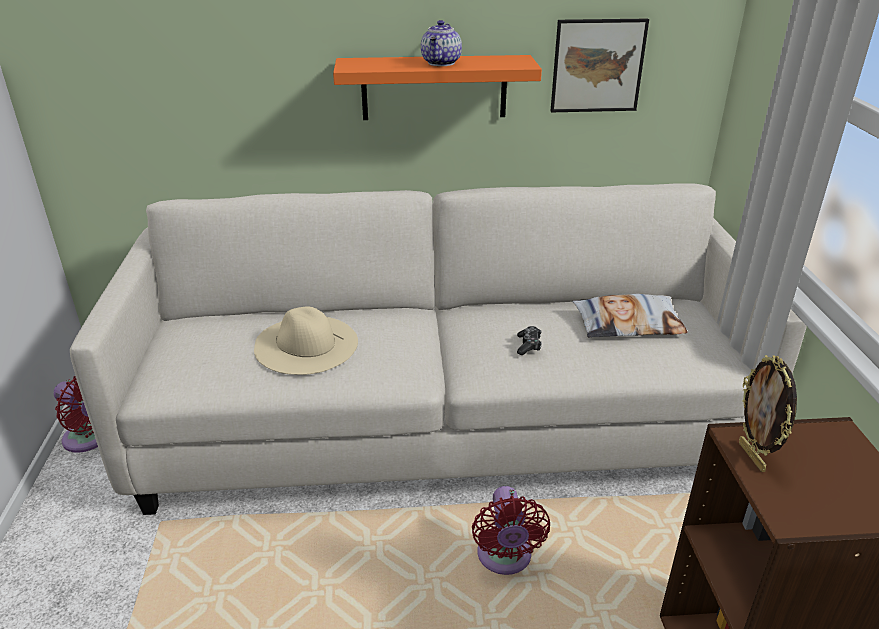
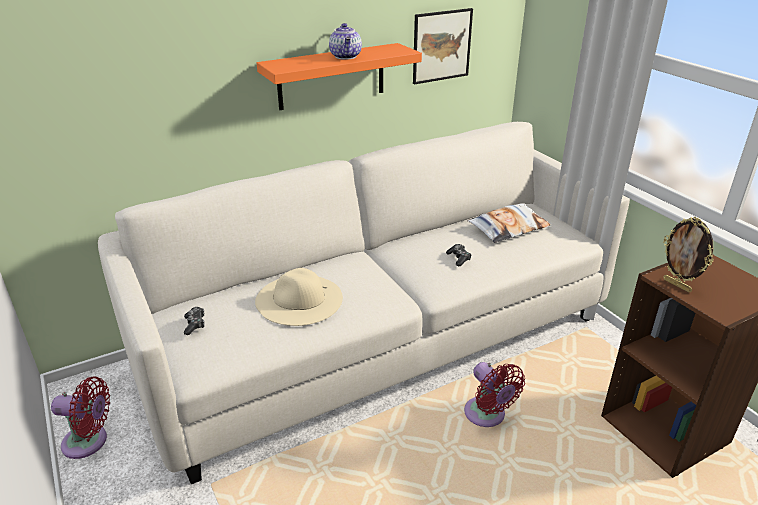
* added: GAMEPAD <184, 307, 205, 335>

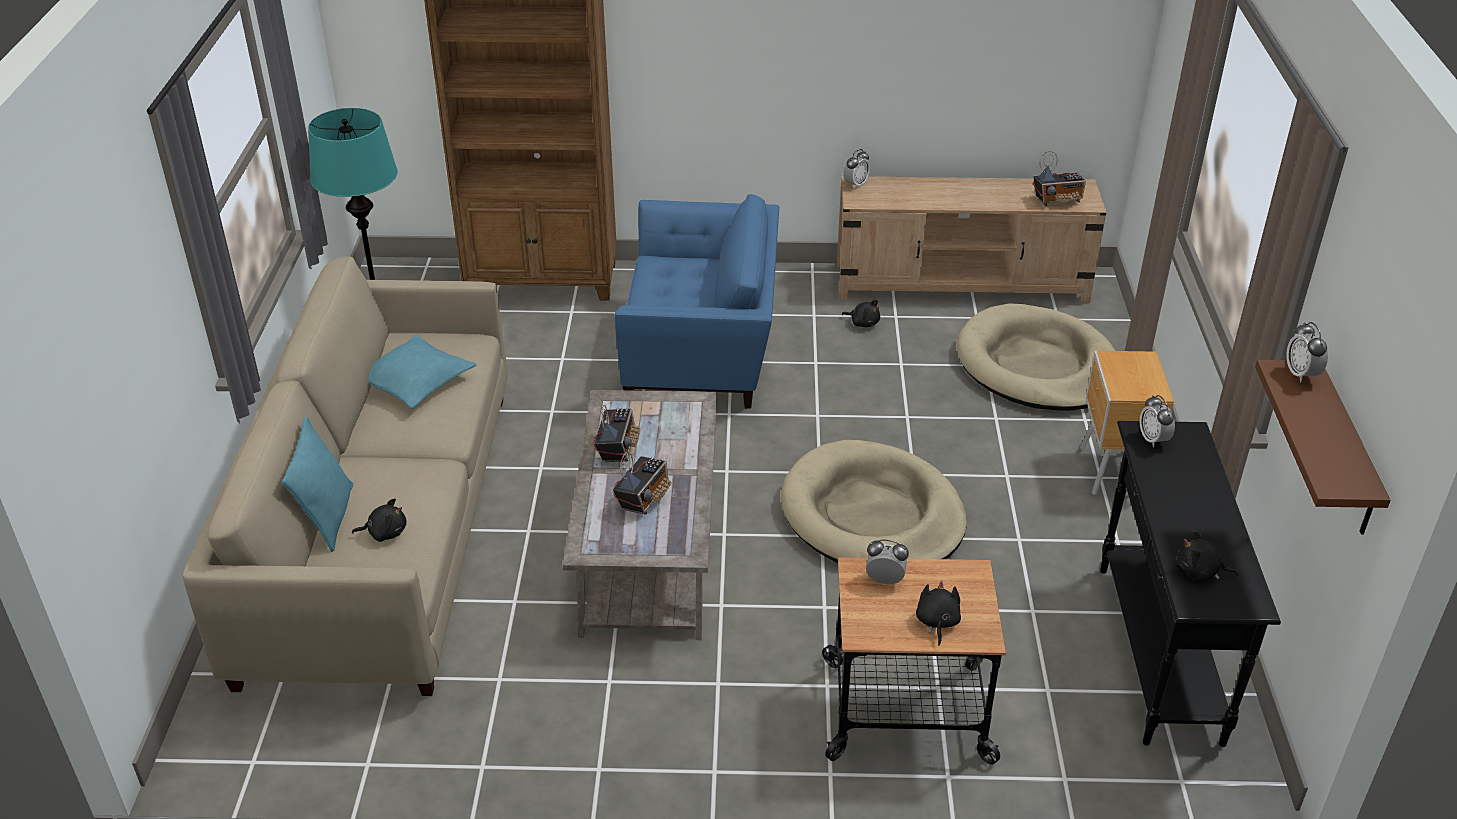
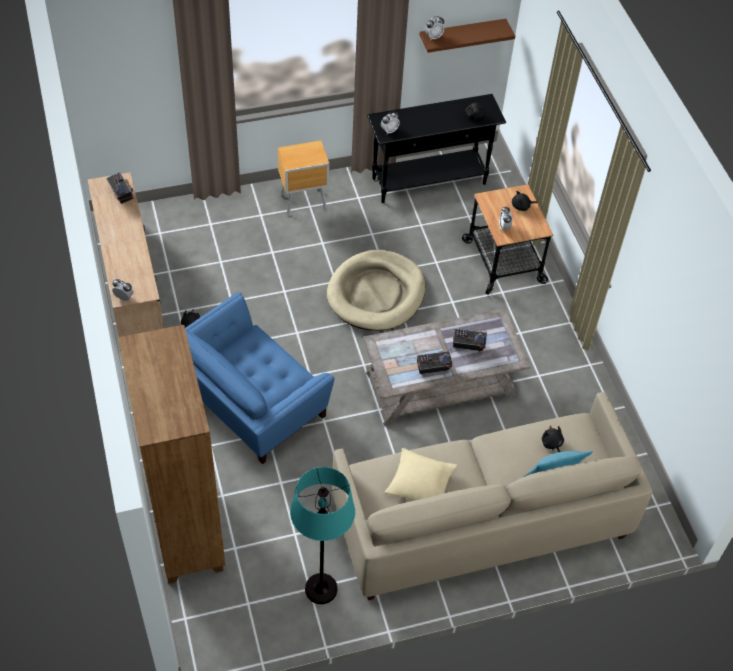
* recoloured: TURQUOISE CUSHION <368, 334, 476, 409> to SAND-COLOURED CUSHION <385, 448, 457, 500>
* turned: BLUE-COLOURED ARMCHAIR <615, 194, 779, 409> = <185, 292, 335, 464> 120 degrees counterclockwise
* removed: SAND-COLOURED DOG BED <957, 303, 1115, 411>

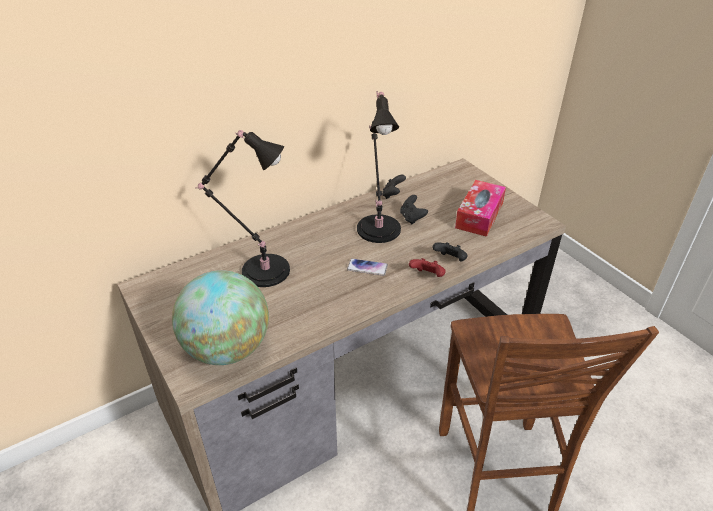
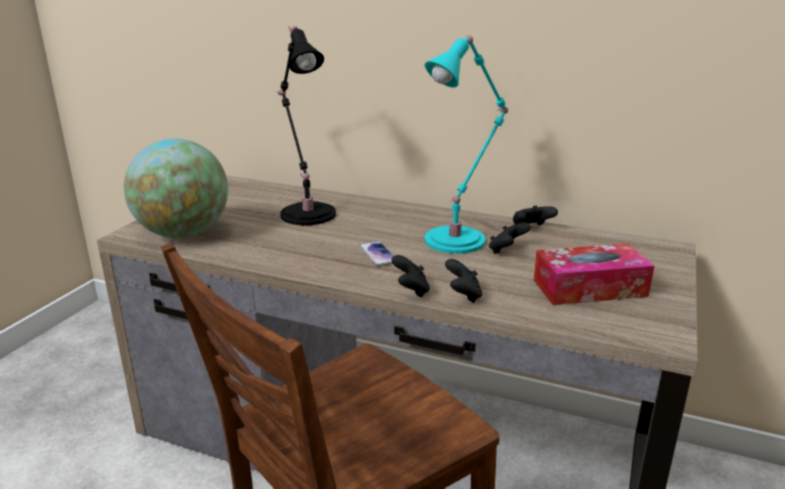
* recoloured: BLACKISH TABLETOP LAMP <357, 91, 401, 243> to TURQUOISE TABLETOP LAMP <425, 35, 508, 254>
* recoloured: REDDISH GAMEPAD <409, 258, 446, 277> to BLACKISH GAMEPAD <391, 255, 430, 297>

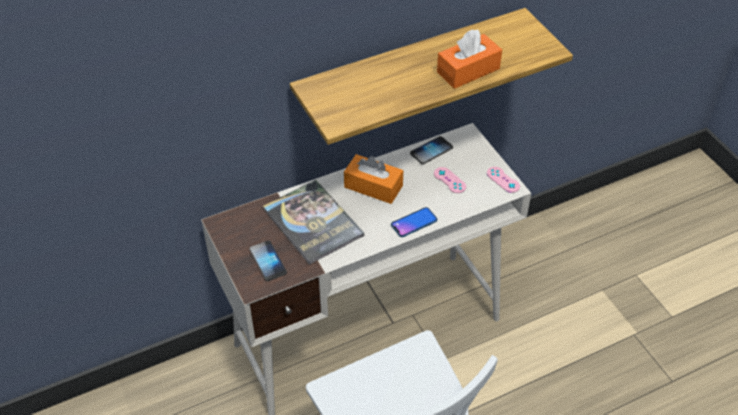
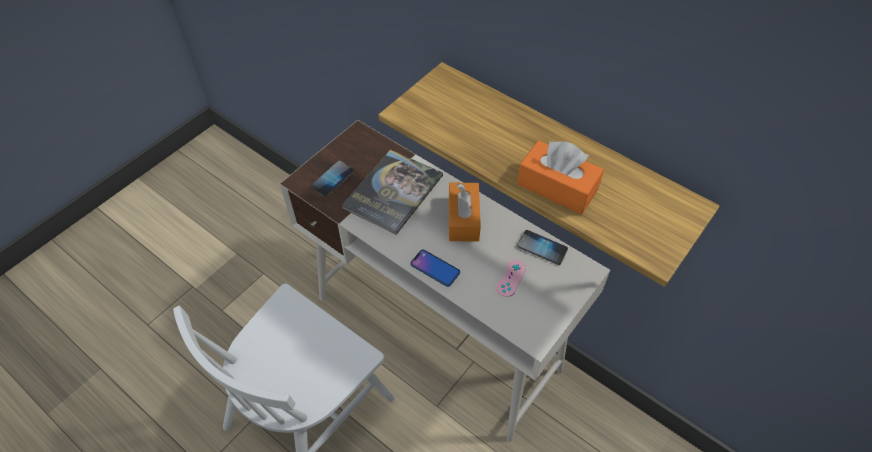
* removed: PINK GAMEPAD <487, 167, 520, 193>

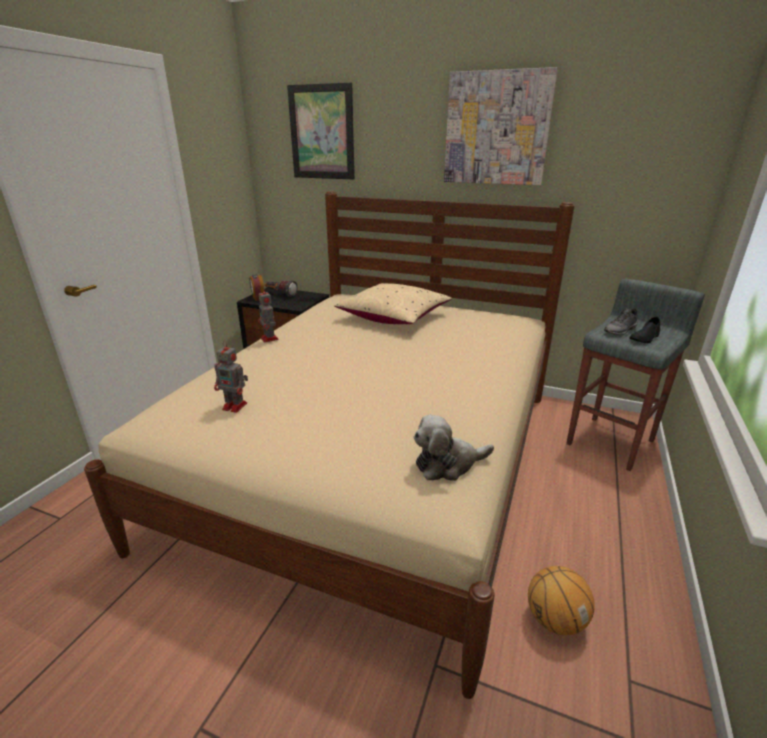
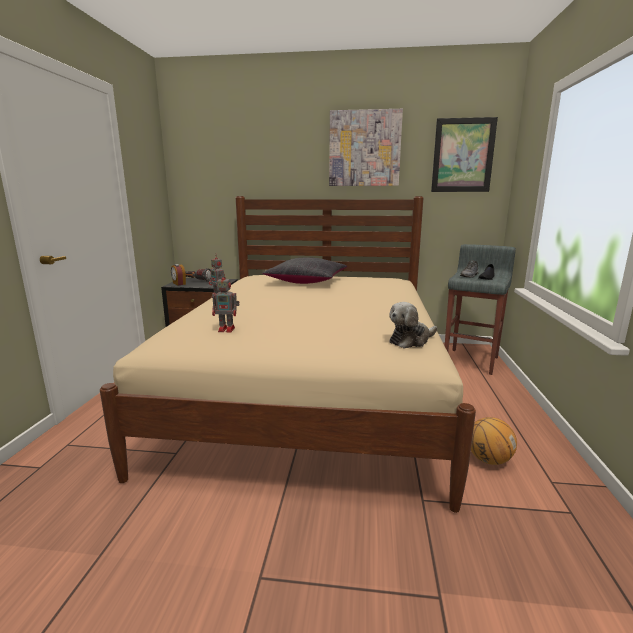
* moved: WALL ART <287, 83, 355, 180> to <431, 117, 498, 192>
* recoloured: SAND-COLOURED CUSHION <334, 283, 452, 324> to BLACKISH CUSHION <262, 257, 347, 284>

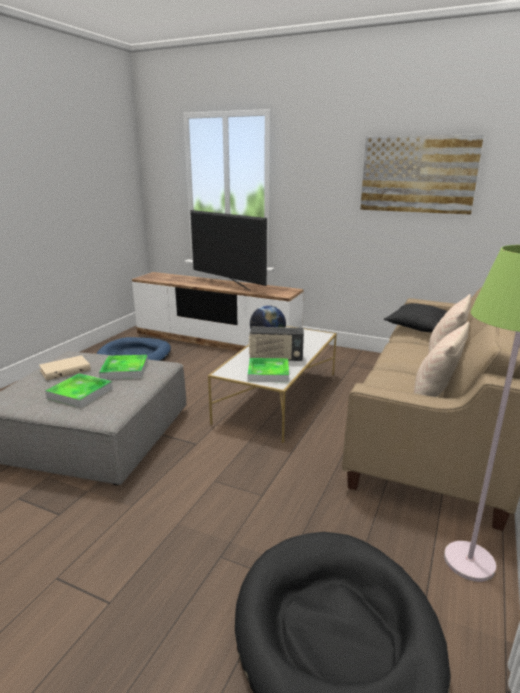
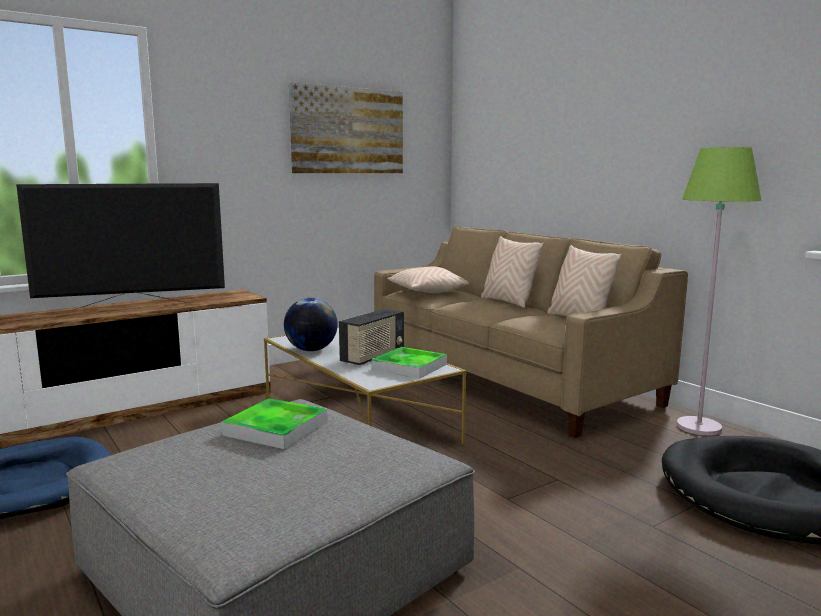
* removed: SAND-COLOURED BOOK <39, 355, 91, 381>
* removed: TRAY <45, 373, 113, 408>
* recoloured: BLACKISH CUSHION <384, 303, 447, 332> to SAND-COLOURED CUSHION <387, 267, 469, 293>

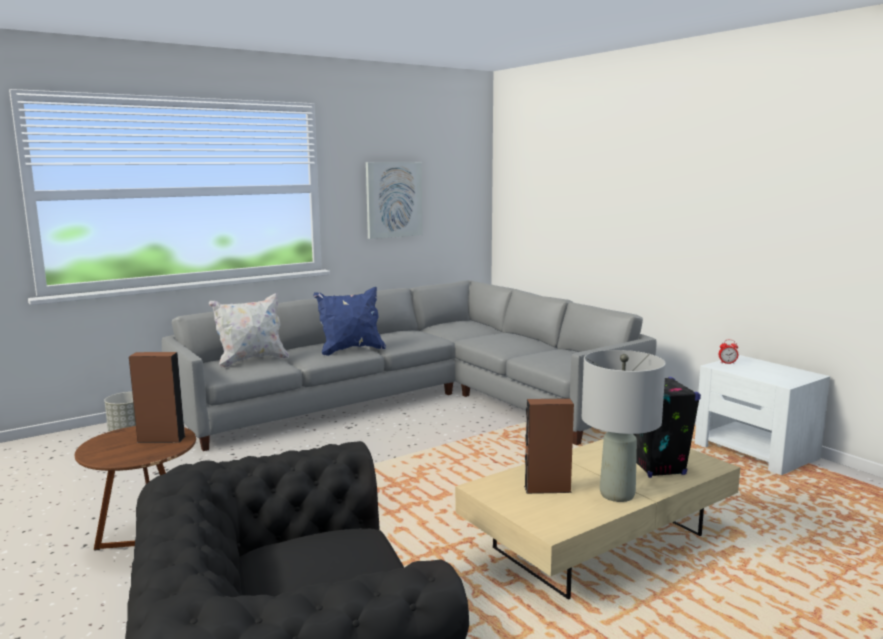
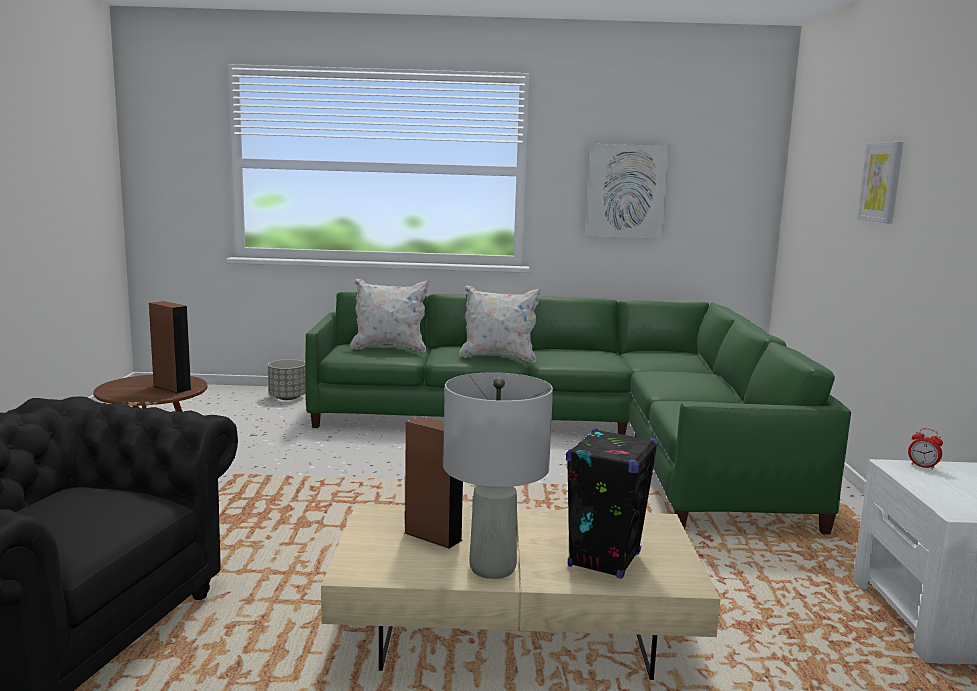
* recoloured: GRAY SOFA <162, 280, 657, 451> to GREENISH SOFA <305, 292, 851, 534>
* recoloured: BLUE-COLOURED CUSHION <313, 287, 386, 356> to WHITE CUSHION <459, 285, 541, 363>
* added: WALL ART <857, 142, 903, 224>

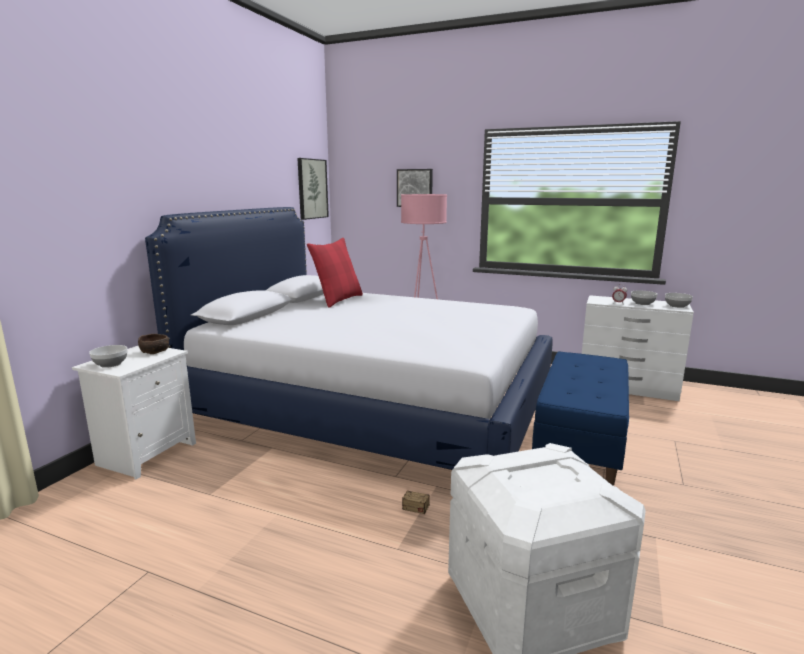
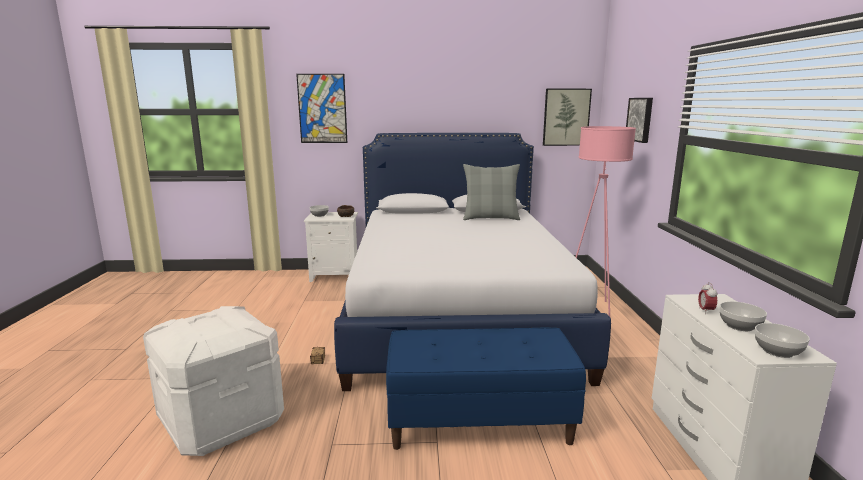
* recoloured: REDDISH CUSHION <307, 238, 363, 308> to GRAY CUSHION <463, 164, 520, 220>
* added: WALL ART <296, 74, 347, 143>

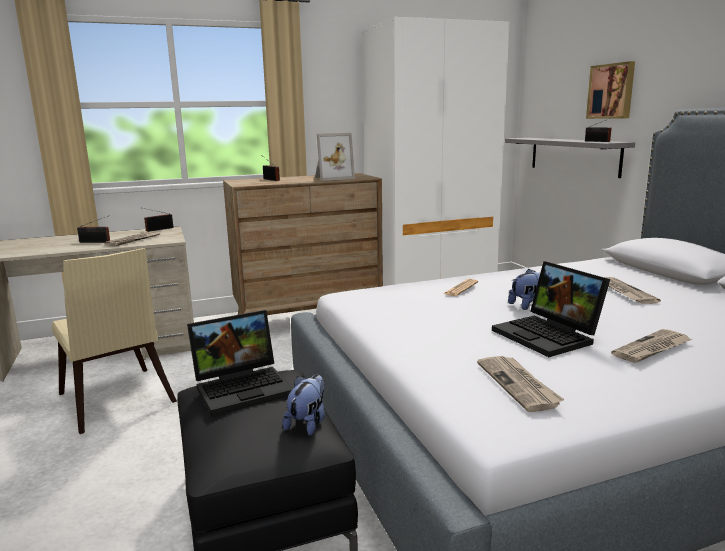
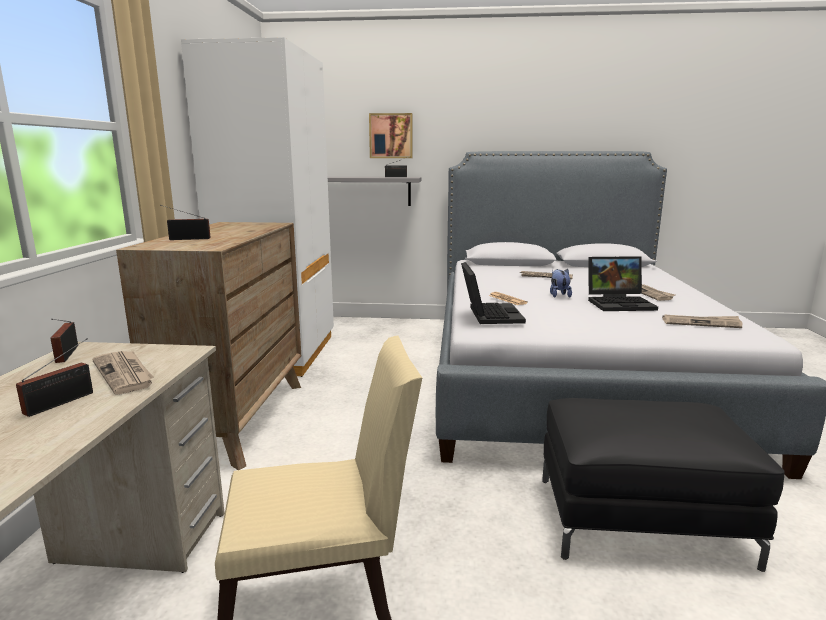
* moved: PORTABLE COMPUTER <187, 310, 293, 416> to <461, 262, 526, 324>
* removed: CUDDLY TOY <283, 374, 325, 436>
* removed: STANDING FRAME <315, 133, 355, 181>

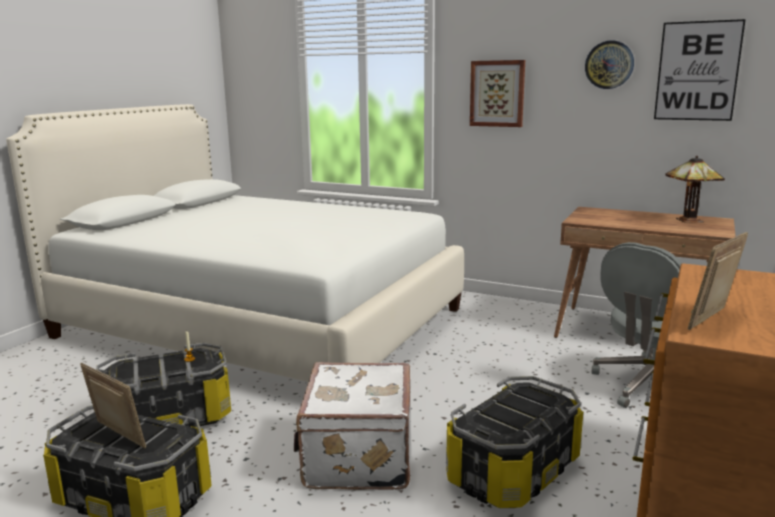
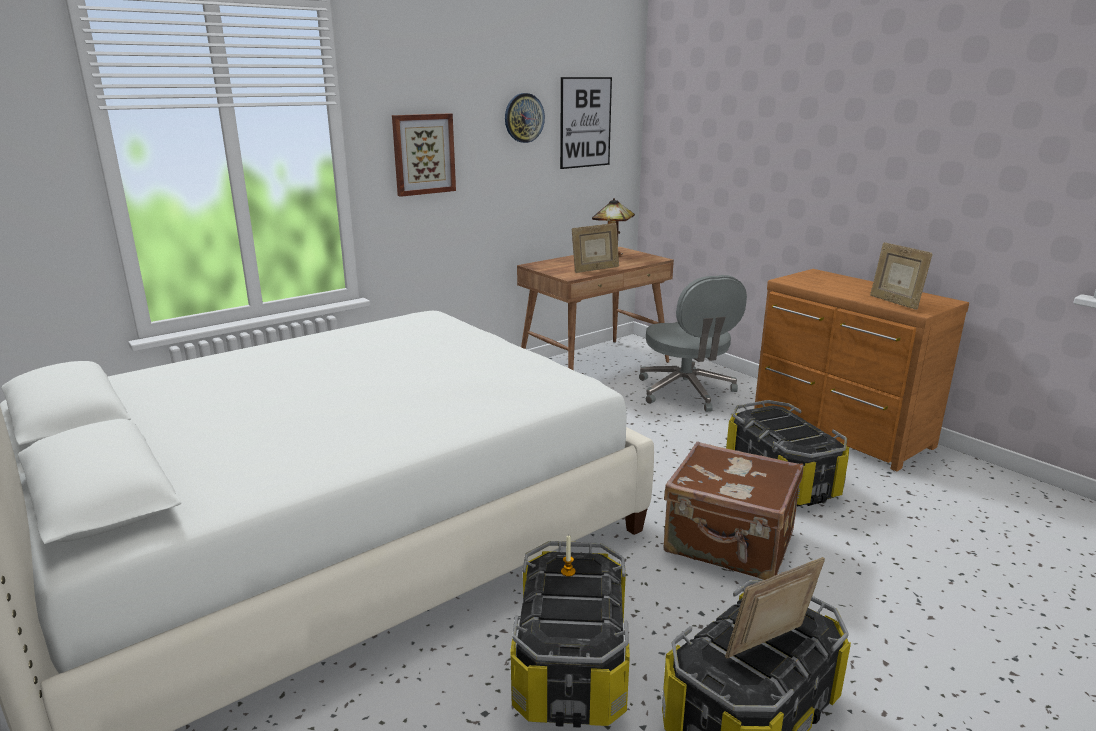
* recoloured: WHITE PIECE OF LUGGAGE <294, 362, 411, 490> to BROWN-COLOURED PIECE OF LUGGAGE <664, 441, 803, 580>
* added: STANDING FRAME <572, 223, 619, 273>

